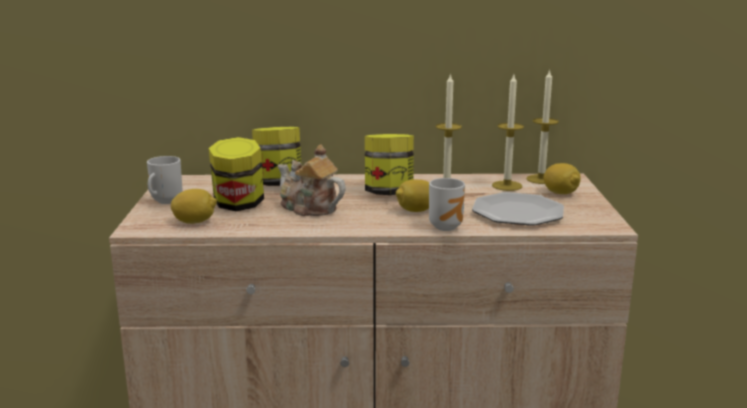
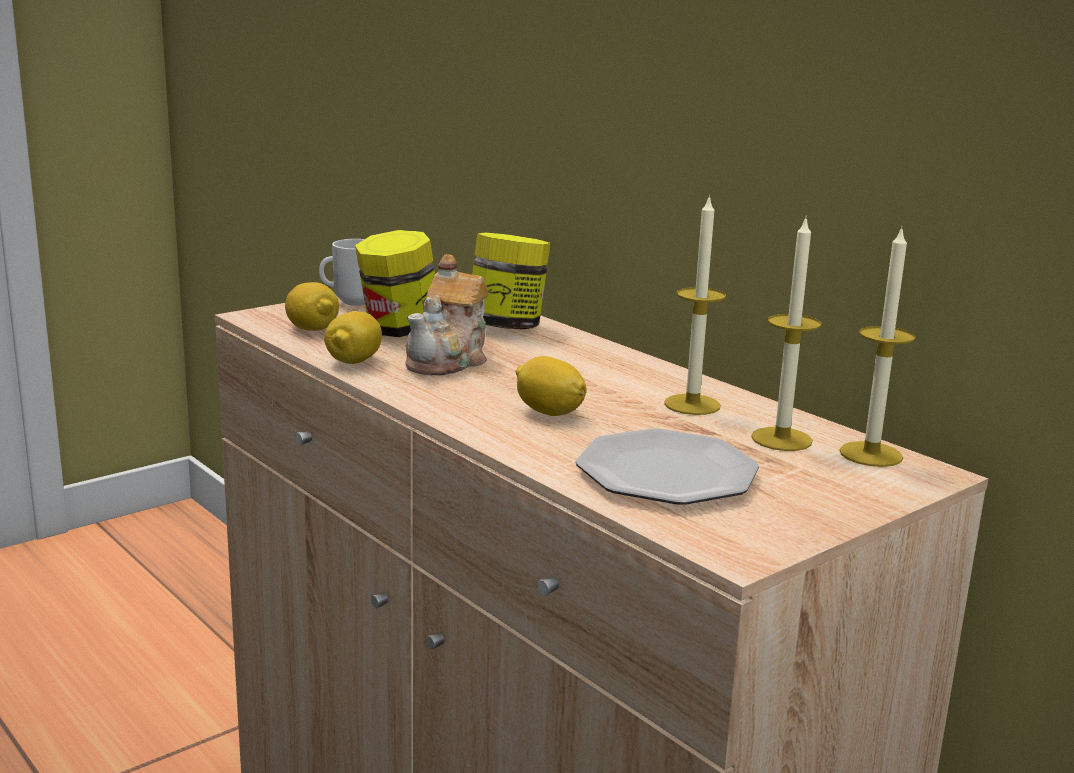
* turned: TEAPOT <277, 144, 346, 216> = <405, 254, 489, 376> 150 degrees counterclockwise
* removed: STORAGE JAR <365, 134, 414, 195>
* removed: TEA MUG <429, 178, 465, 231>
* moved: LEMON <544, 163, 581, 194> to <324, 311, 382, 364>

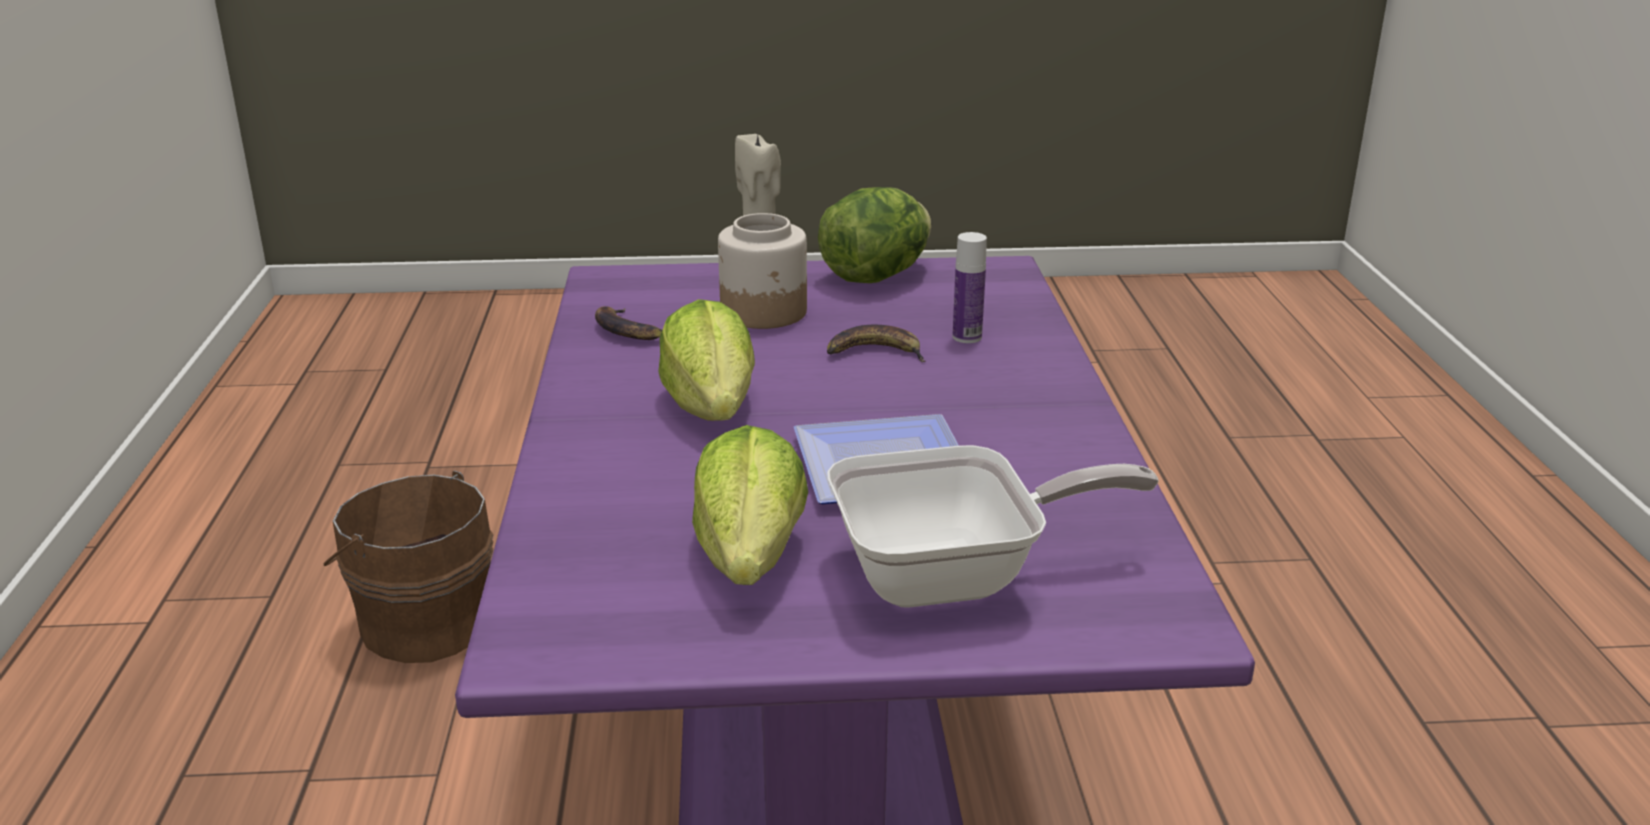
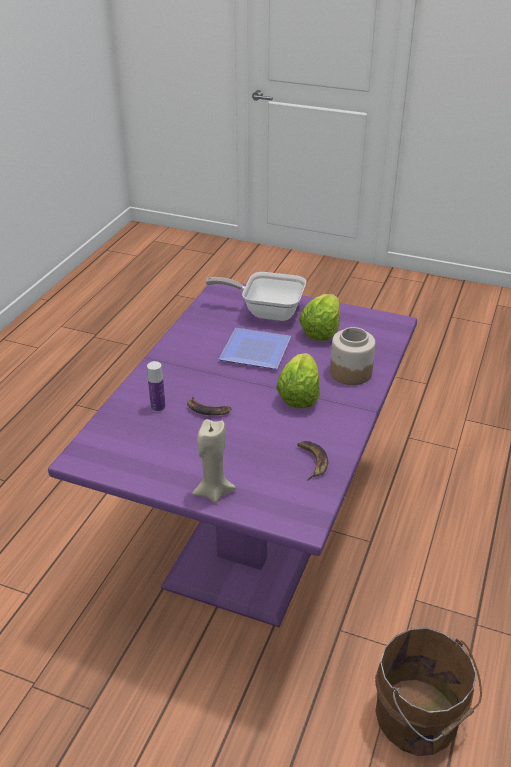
* moved: STORAGE JAR <718, 213, 807, 329> to <330, 327, 375, 385>
* removed: LETTUCE HEAD <818, 187, 931, 283>

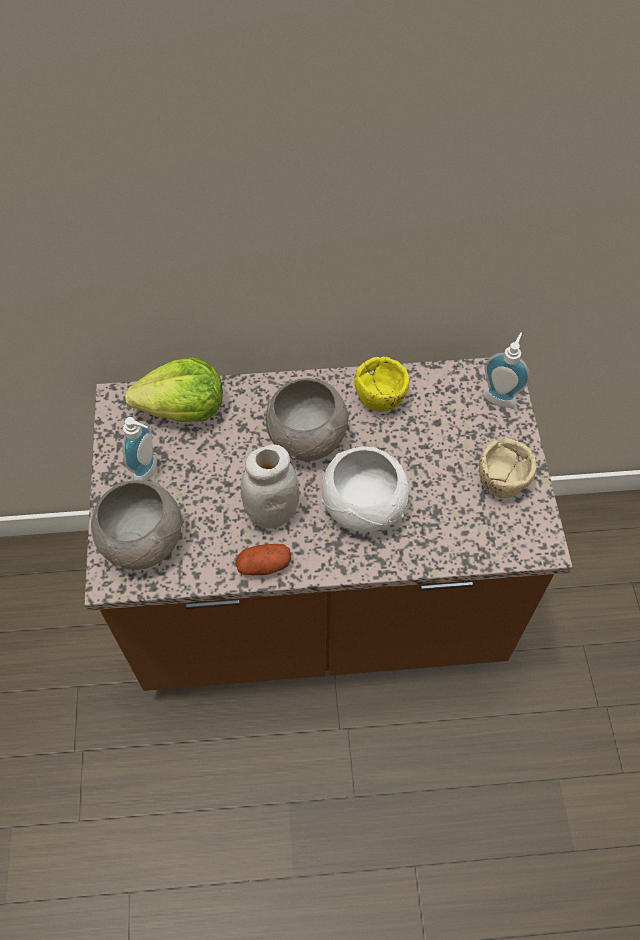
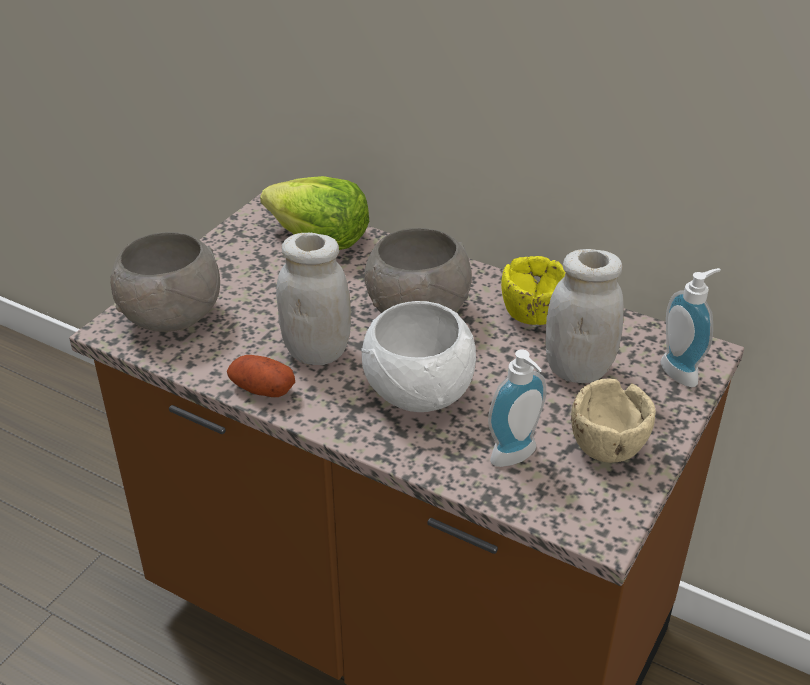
* moved: SOAP DISPENSER <123, 417, 157, 481> to <488, 350, 546, 467>
* added: WHITE STORAGE JAR <545, 249, 624, 383>

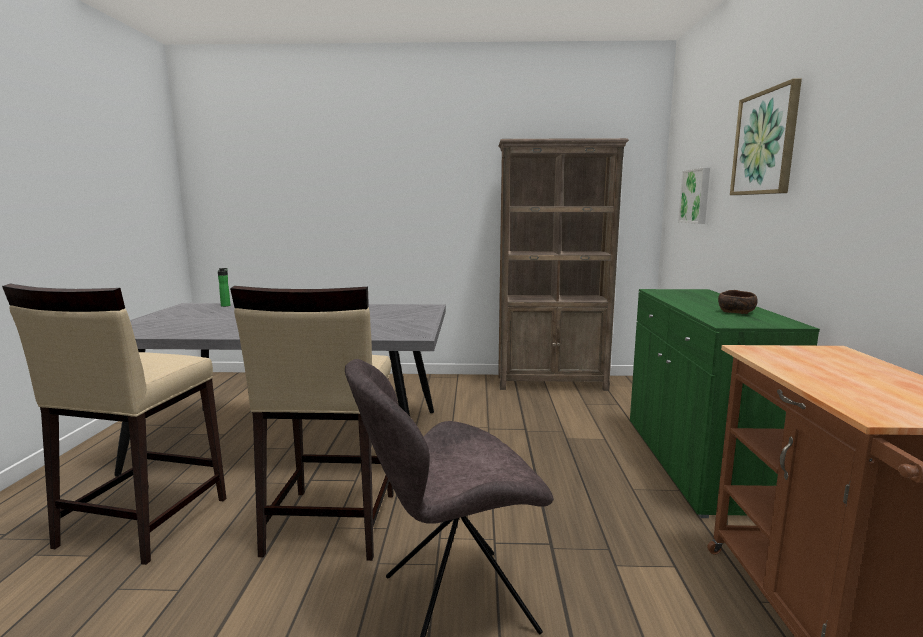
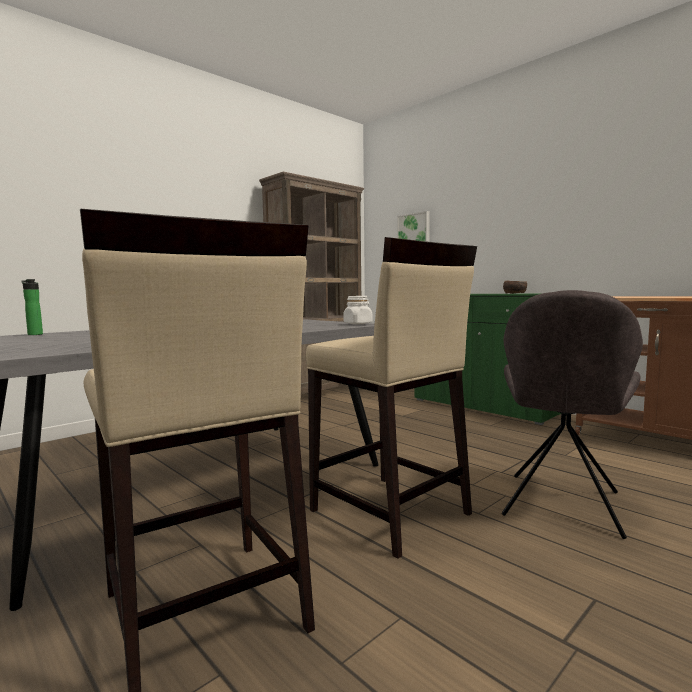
* removed: WALL ART <730, 79, 802, 195>
* added: WHITE STORAGE JAR <343, 296, 372, 324>

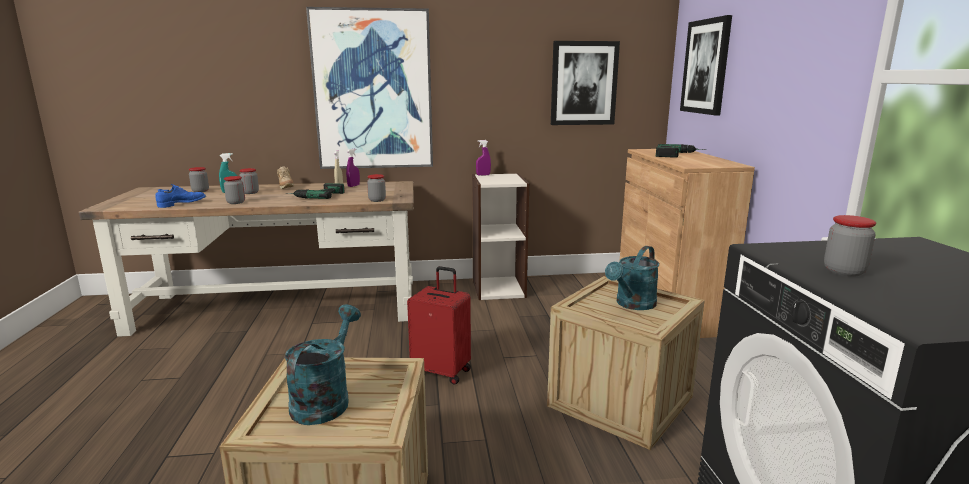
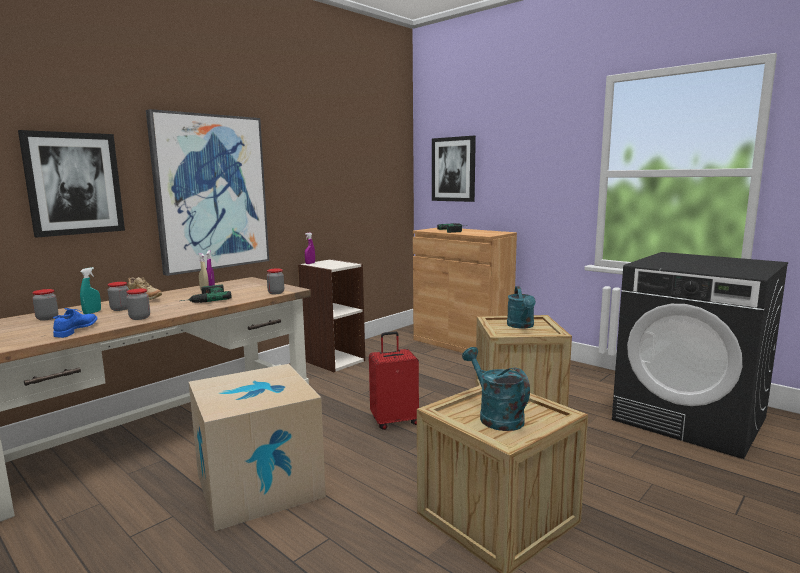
* moved: WALL ART <551, 41, 620, 125> to <18, 130, 125, 238>
* removed: STORAGE JAR <824, 215, 876, 277>
* added: CARDBOARD BOX <189, 364, 326, 531>

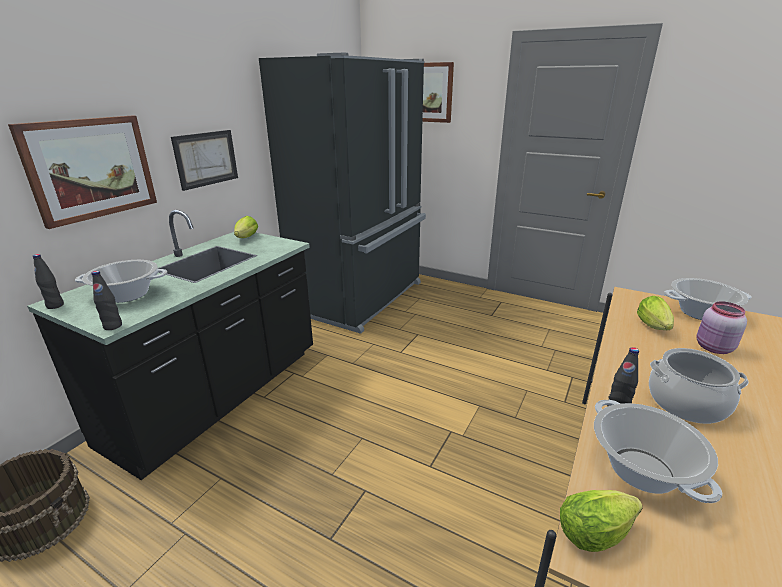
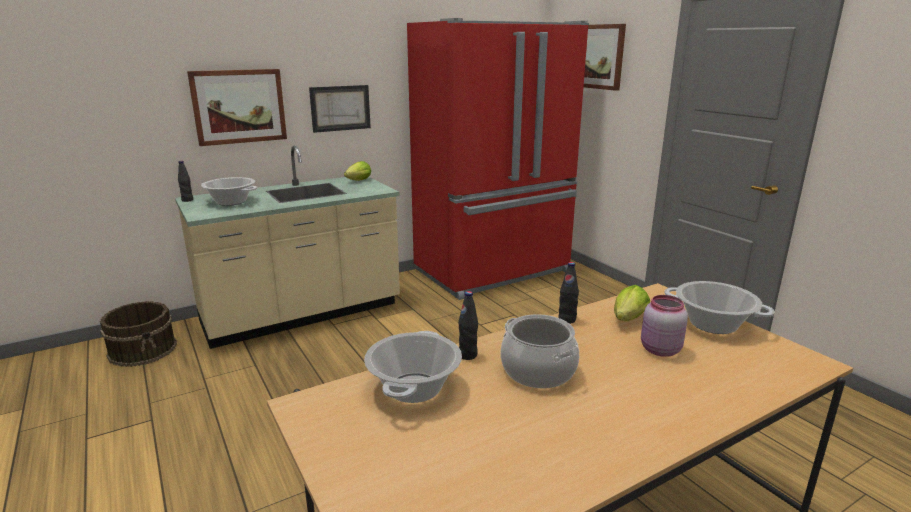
* recoloured: BLACKISH COUNTER <27, 210, 313, 480> to SAND-COLOURED COUNTER <175, 146, 400, 349>
* moved: BLACKISH DRINK BOTTLE <92, 271, 122, 330> to <558, 262, 579, 324>
* recoloured: BLACKISH FRIDGE <259, 53, 426, 334> to REDDISH FRIDGE <407, 18, 589, 300>
* removed: LETTUCE HEAD <560, 490, 643, 552>

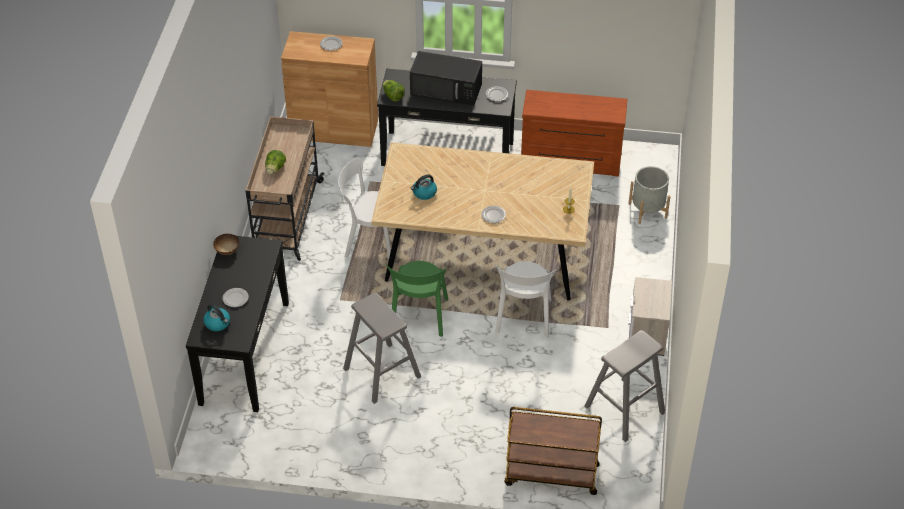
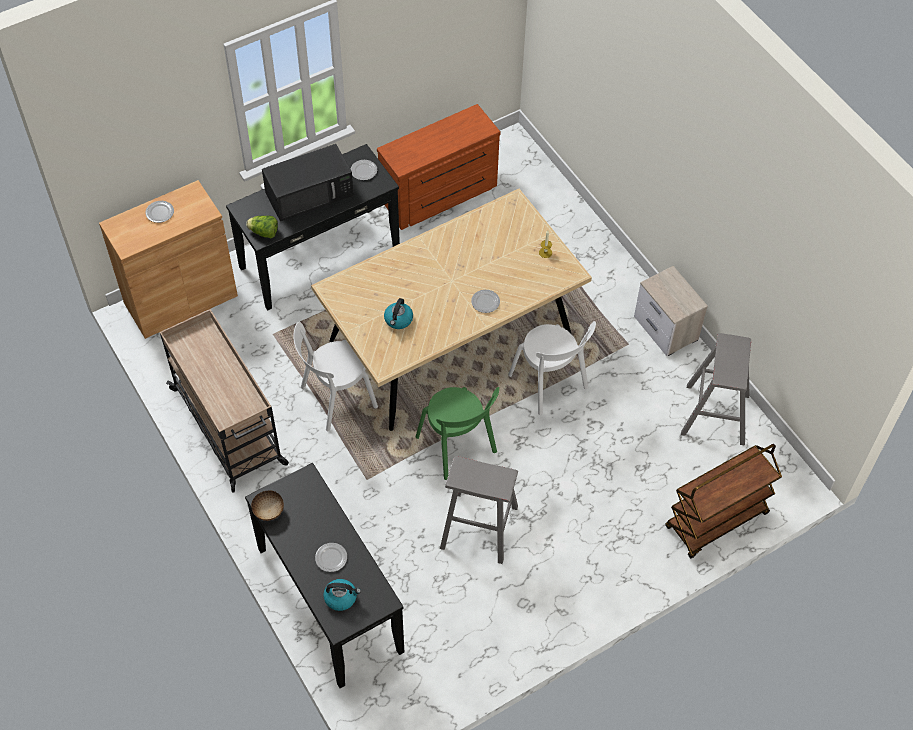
* removed: LETTUCE HEAD <265, 150, 286, 174>
* removed: GRAY PLANT POT <628, 166, 670, 224>

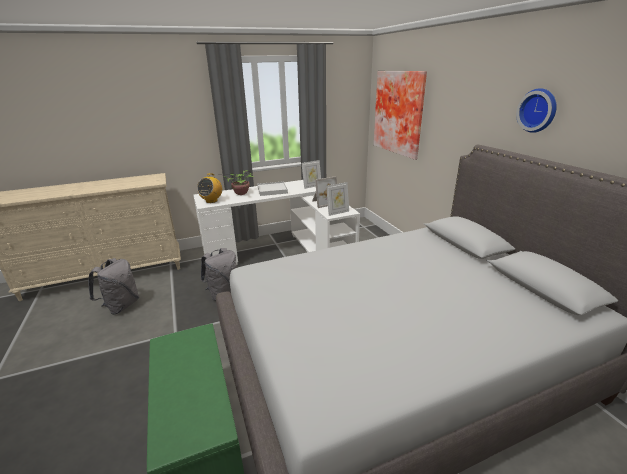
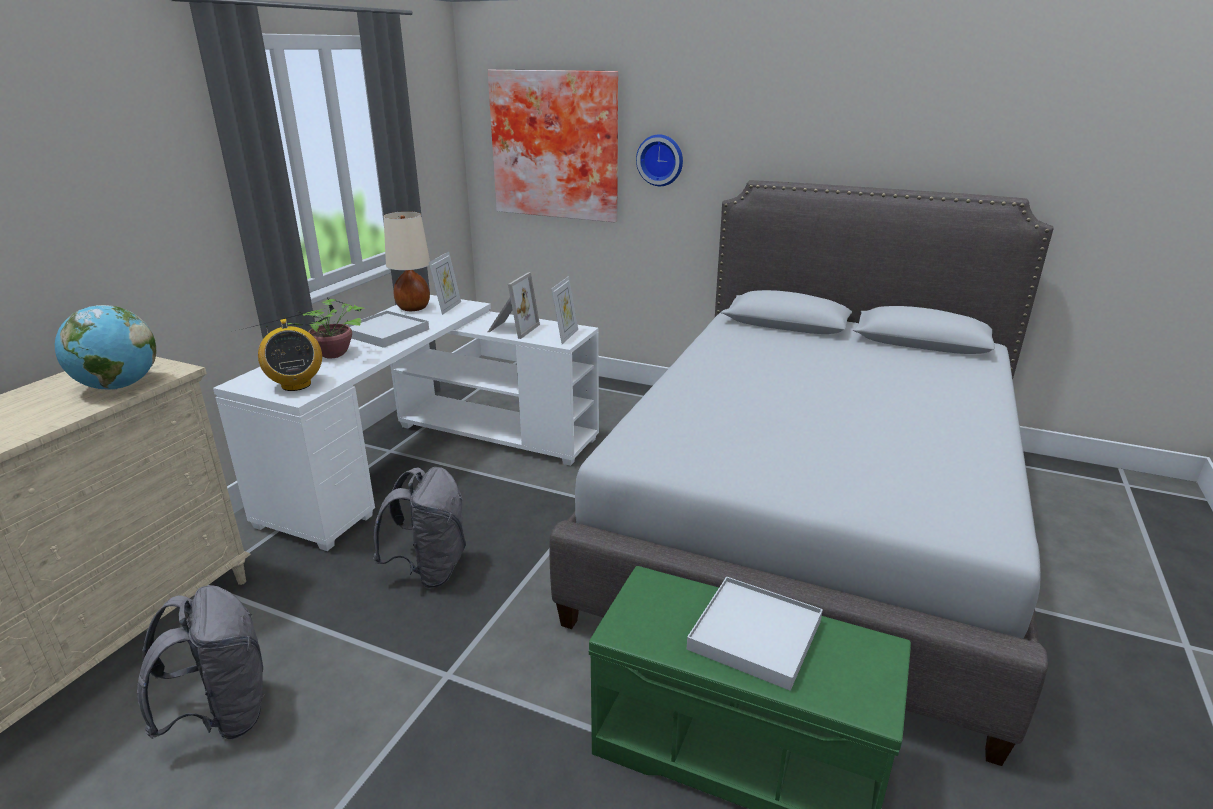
* moved: HANGING CLOCK <516, 88, 557, 133> to <636, 134, 683, 186>
* added: DESK GLOBE <55, 305, 156, 390>
* added: SAND-COLOURED TABLETOP LAMP <384, 211, 430, 311>
* added: WHITE TRAY <687, 577, 823, 691>

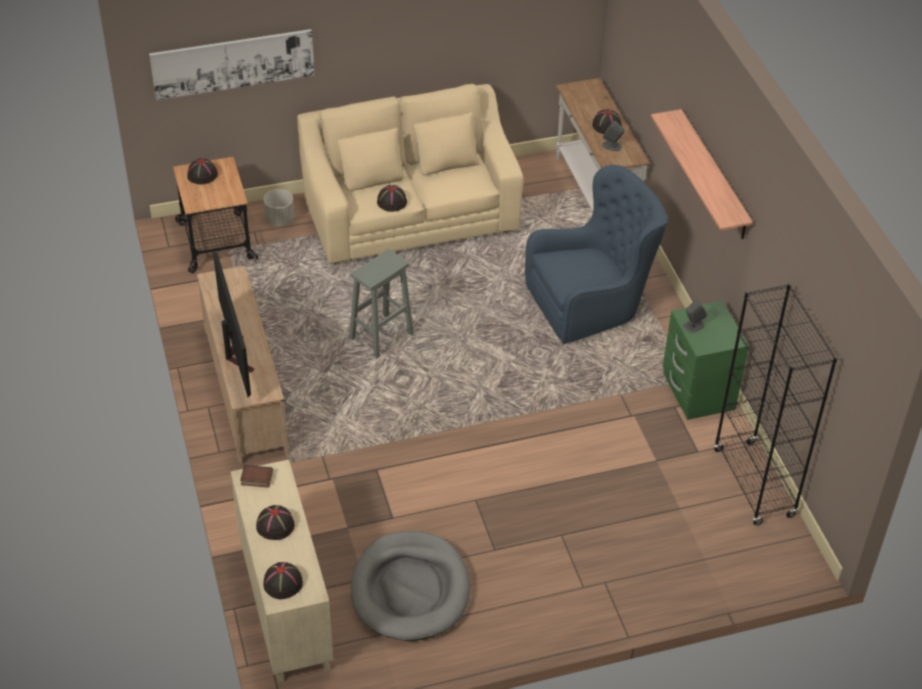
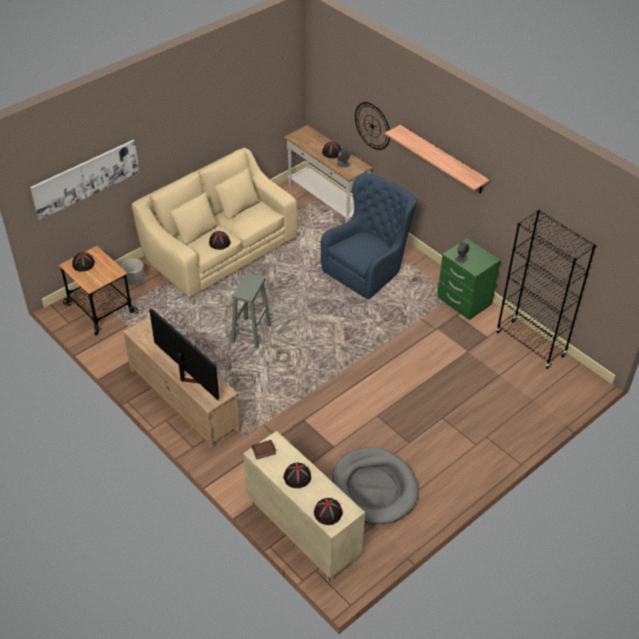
* added: HANGING CLOCK <355, 102, 390, 150>

